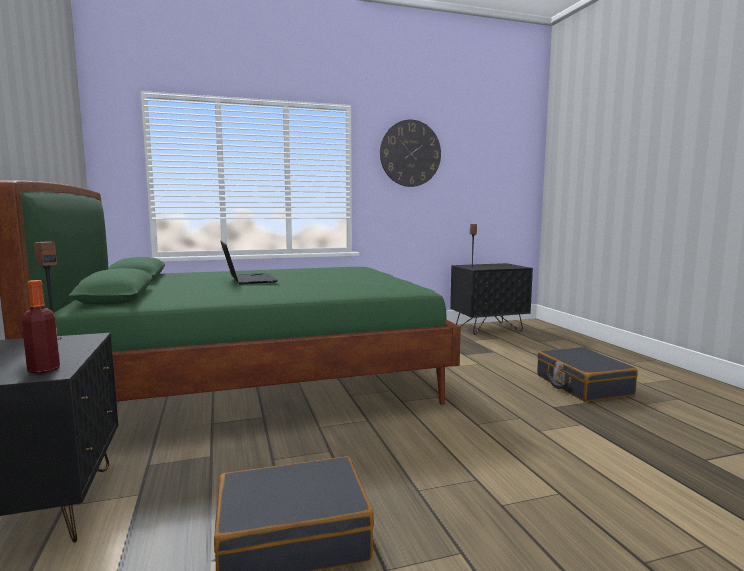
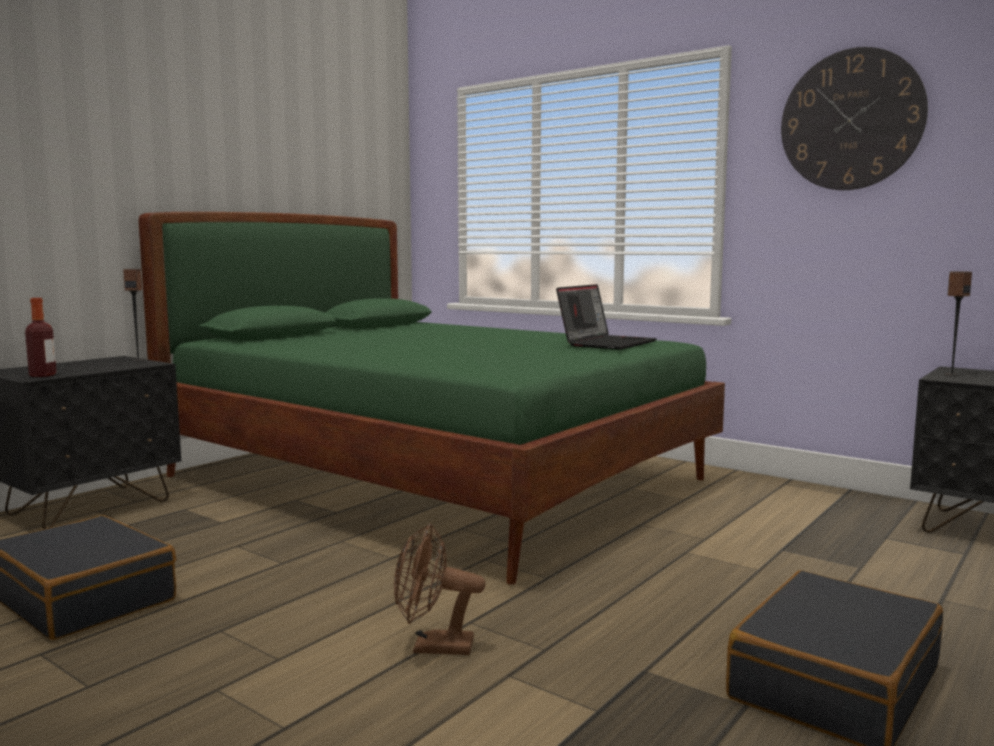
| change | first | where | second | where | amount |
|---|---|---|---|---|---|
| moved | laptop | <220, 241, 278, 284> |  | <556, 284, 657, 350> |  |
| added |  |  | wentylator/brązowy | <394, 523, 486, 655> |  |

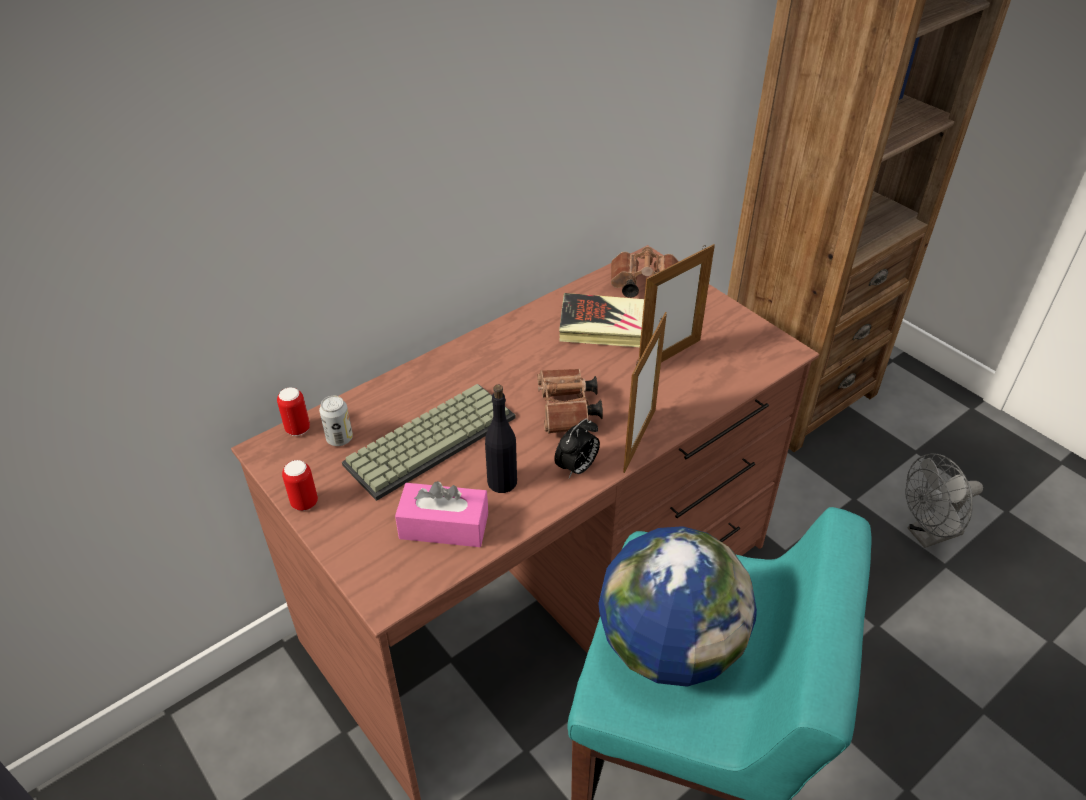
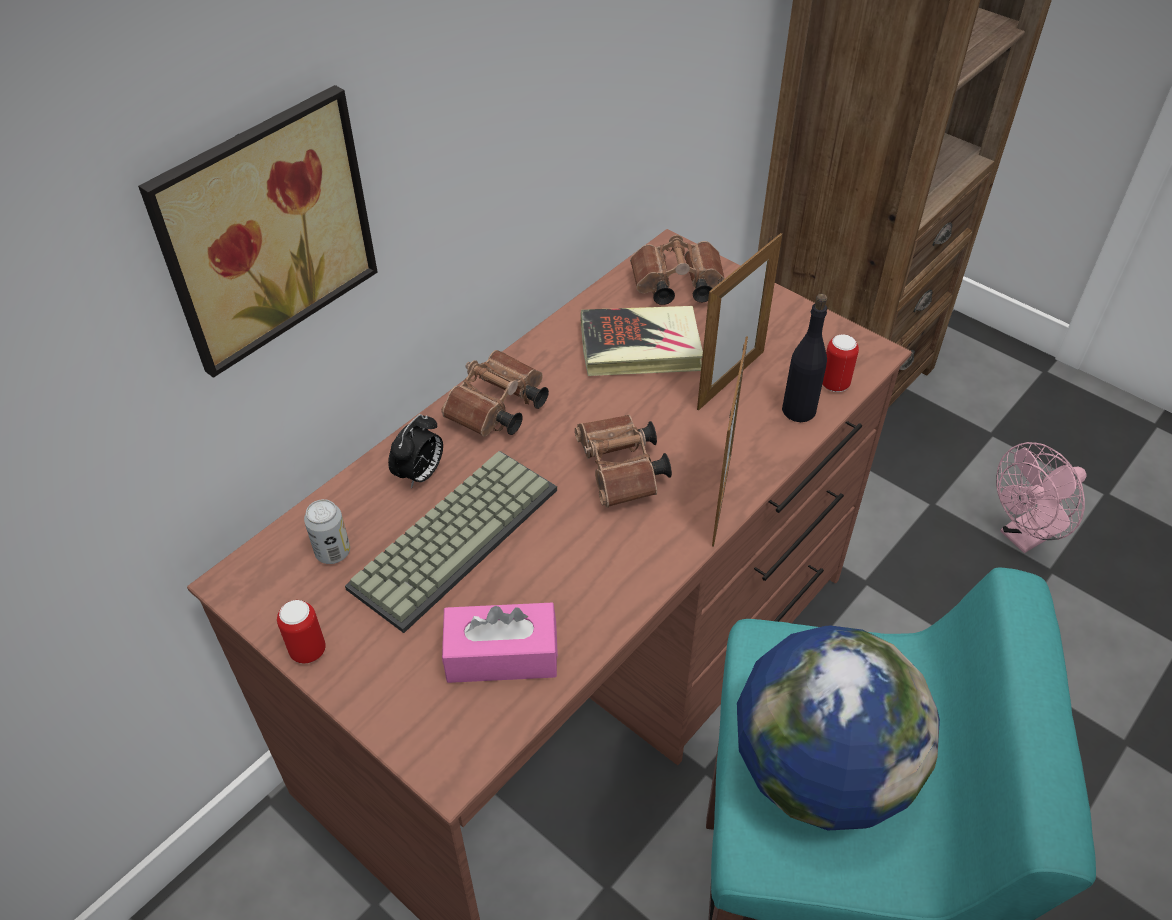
| change | first | where | second | where | amount |
|---|---|---|---|---|---|
| moved | butelka/czarny | <485, 385, 517, 493> |  | <782, 294, 827, 422> |  |
| moved | puszka | <277, 387, 310, 436> |  | <822, 334, 859, 392> |  |
| moved | budzik | <554, 418, 600, 478> |  | <388, 414, 443, 489> |  |
| recoloured | wentylator/szary | <905, 453, 983, 548> | wentylator/różowy | <996, 442, 1087, 553> |  |
| added |  |  | obraz | <138, 85, 378, 378> |  |
| added |  |  | lornetka/brązowy | <441, 350, 549, 437> |  |

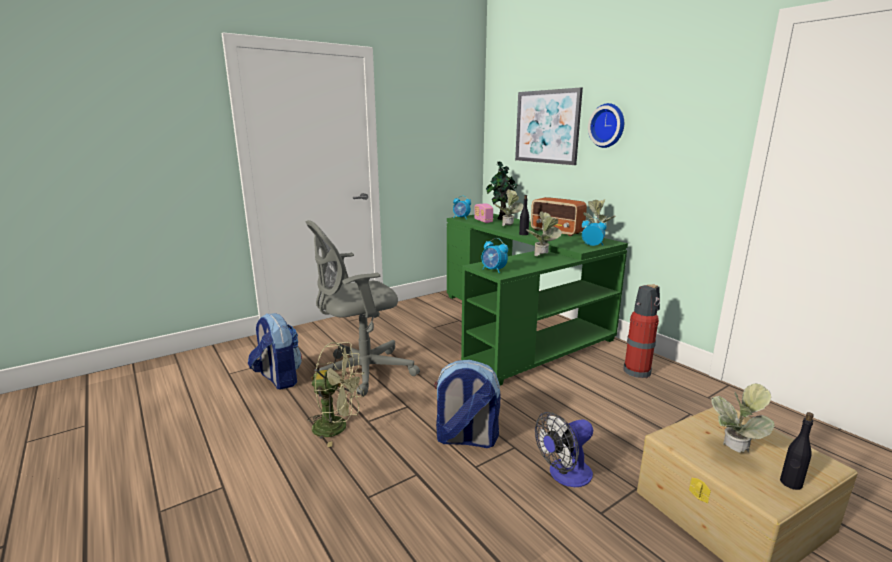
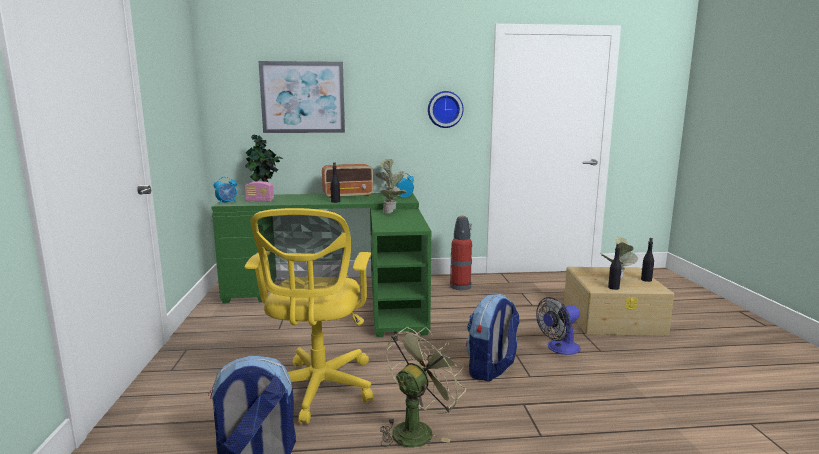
| change | first | where | second | where | amount |
|---|---|---|---|---|---|
| moved | zegar ścienny | <588, 103, 624, 148> |  | <428, 91, 464, 128> |  |
| removed | roślina doniczkowa | <494, 189, 524, 226> |  |  |  |
| recoloured | krzesło biurowe/szary | <306, 220, 420, 396> | krzesło biurowe/żółty | <245, 208, 374, 424> |  |
| removed | budzik | <481, 238, 508, 273> |  |  |  |
| turned | wentylator | <535, 412, 593, 487> |  | <536, 297, 581, 355> | 60 degrees clockwise |
| added |  |  | butelka/czarny | <608, 244, 621, 290> |  |

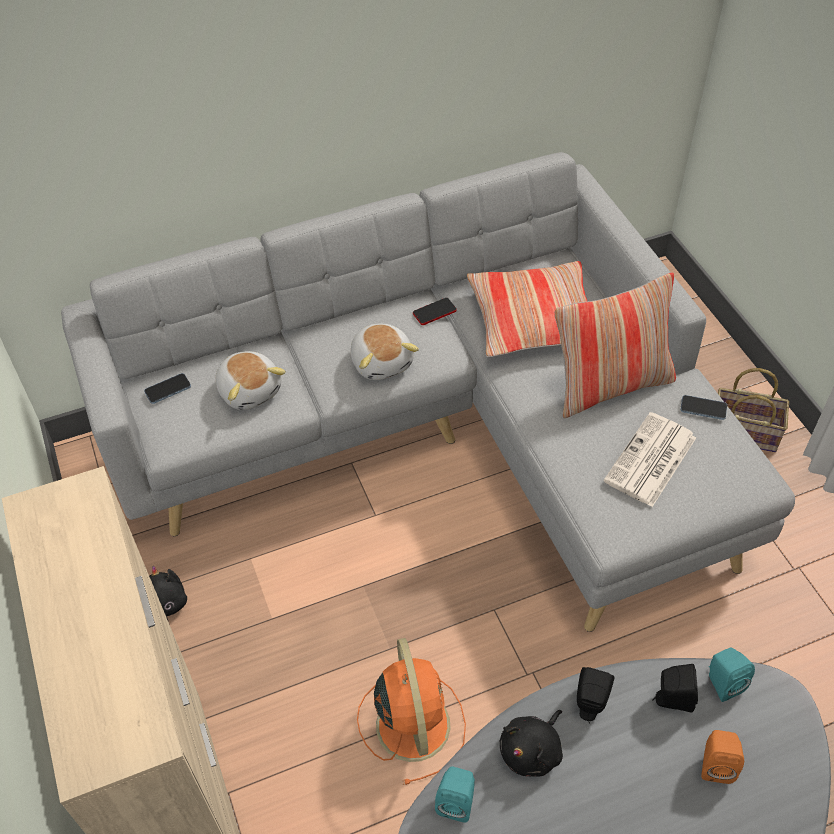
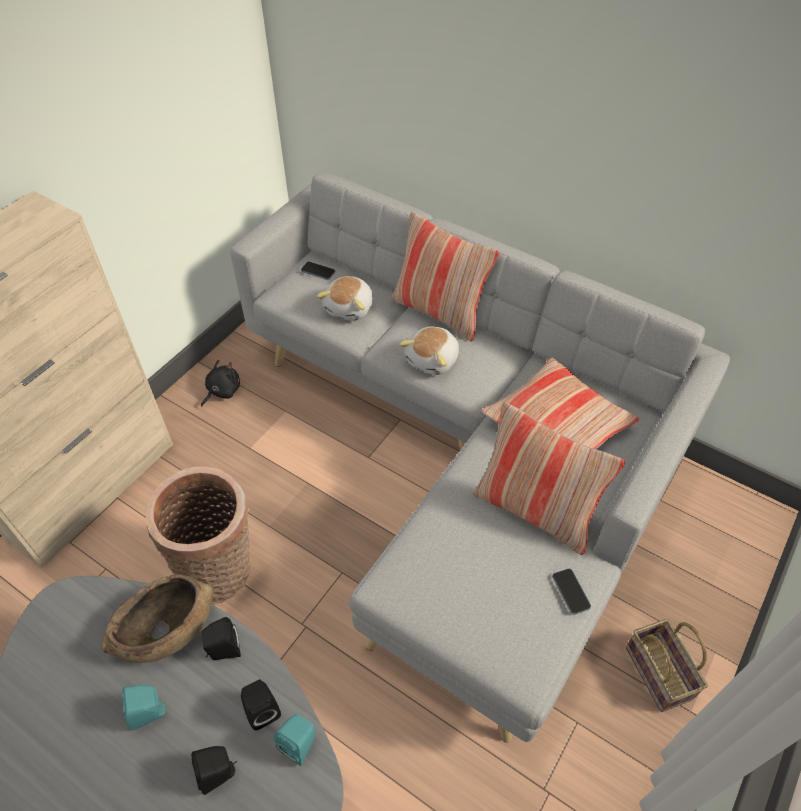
| change | first | where | second | where | amount |
|---|---|---|---|---|---|
| removed | telefon | <413, 298, 457, 325> |  |  |  |
| removed | gazeta | <603, 412, 696, 507> |  |  |  |
| replaced | wentylator/pomarańczowy | <357, 638, 466, 785> | koszyk | <146, 466, 251, 604> |  |
| replaced | pluszak/czarny | <499, 710, 563, 777> | miska/brązowy | <101, 574, 214, 663> |  |
| recoloured | głośnik/pomarańczowy | <701, 730, 744, 784> | głośnik/czarny | <191, 746, 237, 795> |  |
| moved | głośnik/turkusowy | <435, 766, 475, 823> |  | <122, 685, 168, 730> |  |
| added |  |  | poduszka | <391, 212, 499, 342> |  |

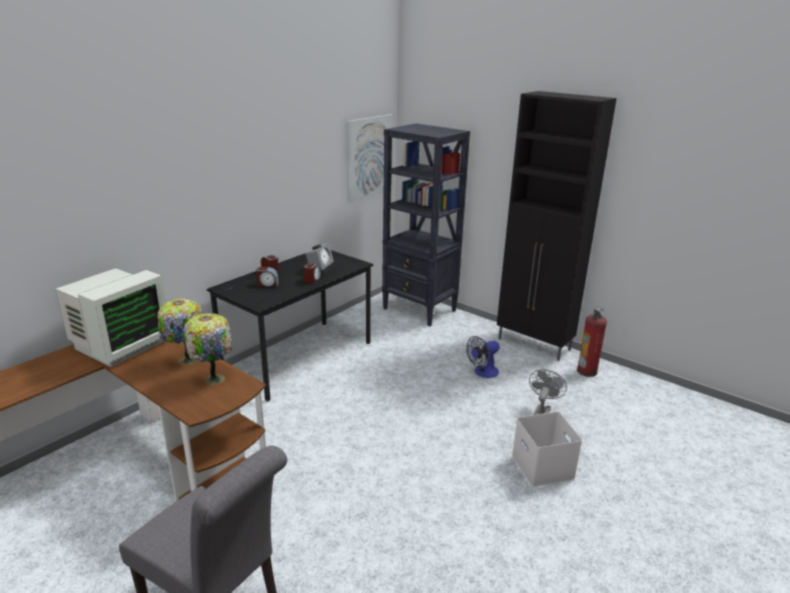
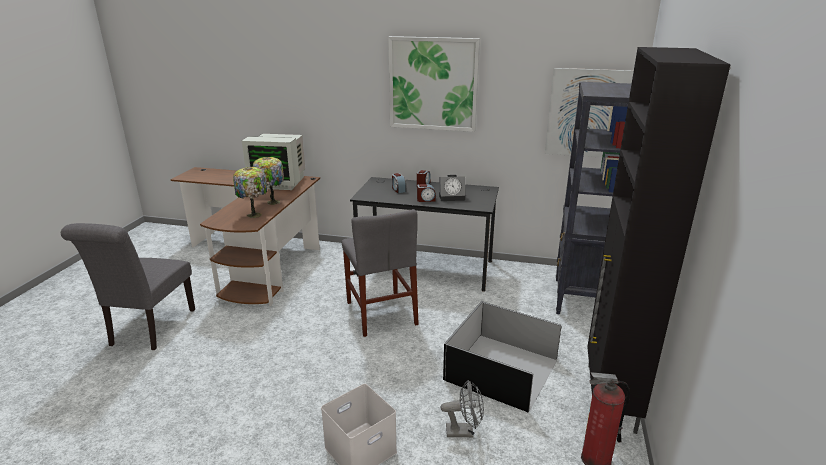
| change | first | where | second | where | amount |
|---|---|---|---|---|---|
| replaced | wentylator | <466, 336, 500, 378> | pojemnik do przechowywania/czarny | <443, 301, 562, 412> |  |
| added |  |  | obraz | <388, 36, 480, 132> |  |
| added |  |  | krzesło/szary | <342, 209, 419, 337> |  |

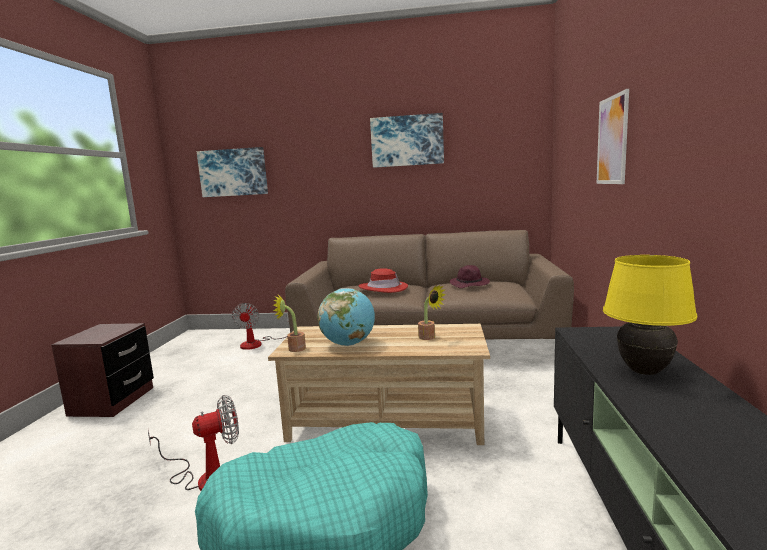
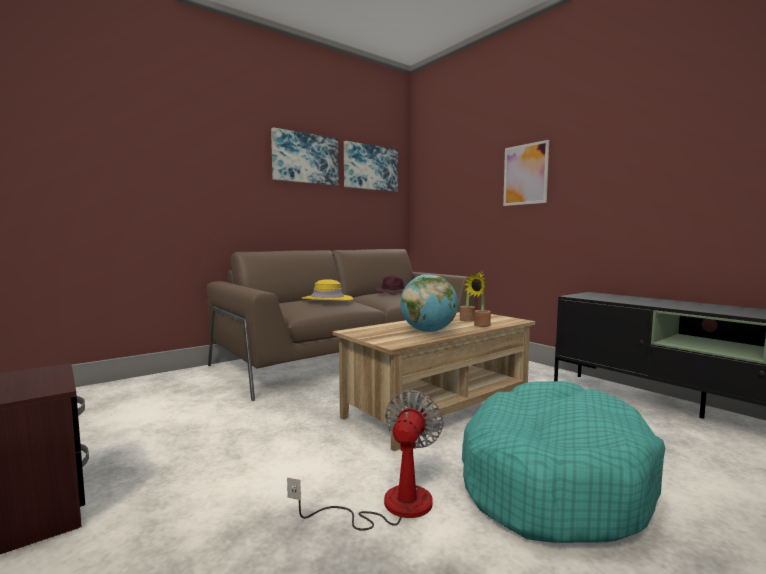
| change | first | where | second | where | amount |
|---|---|---|---|---|---|
| moved | obraz | <197, 147, 268, 197> |  | <344, 141, 398, 192> |  |
| removed | lampa stołowa/żółty | <603, 255, 697, 375> |  |  |  |
| recoloured | kapelusz/czerwony | <359, 268, 408, 293> | kapelusz/żółty | <302, 279, 353, 301> |  |
| moved | roślina doniczkowa | <273, 294, 306, 352> |  | <464, 274, 491, 327> |  |
| removed | wentylator | <232, 303, 289, 350> |  |  |  |

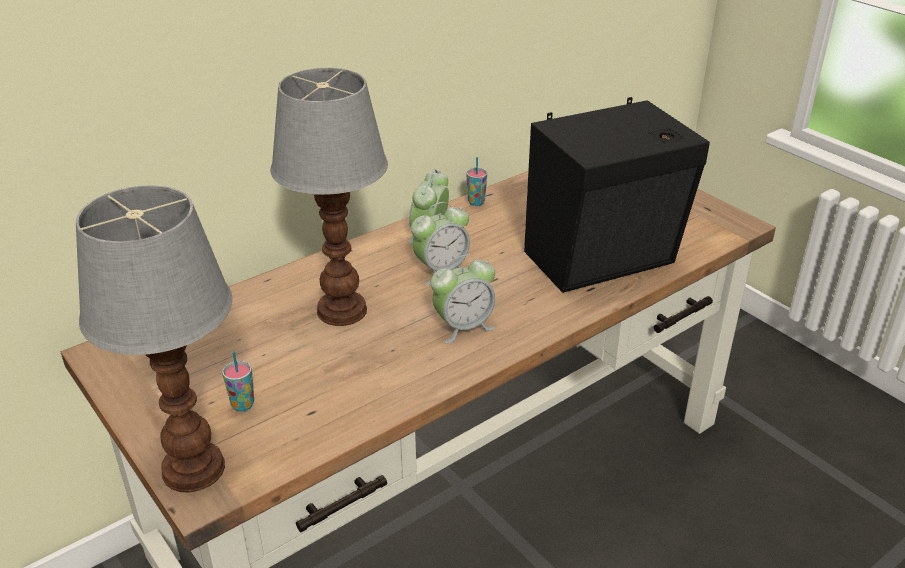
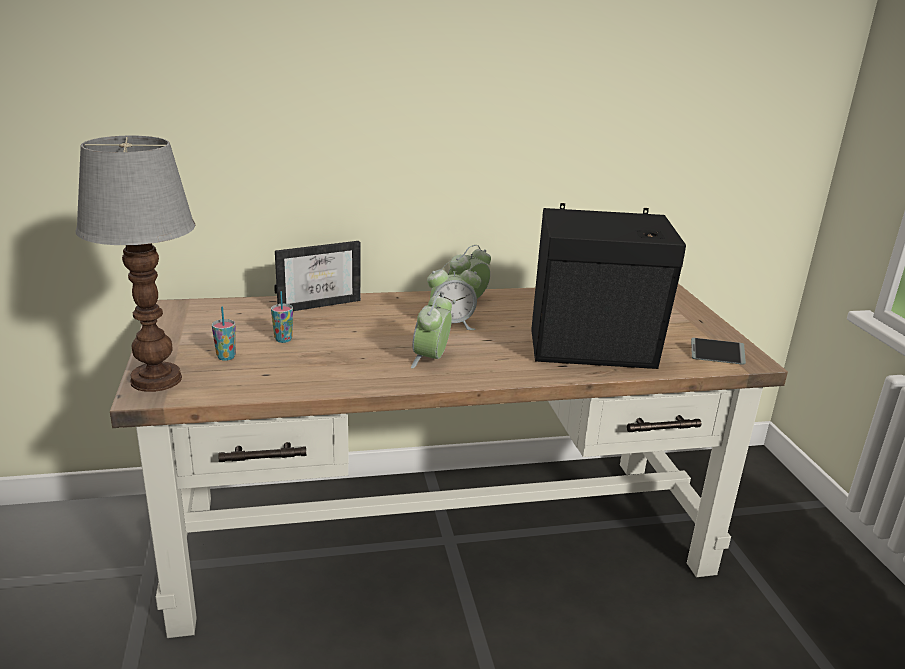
| change | first | where | second | where | amount |
|---|---|---|---|---|---|
| removed | lampa stołowa | <270, 68, 388, 326> |  |  |  |
| moved | filiżanka | <466, 157, 487, 206> |  | <271, 291, 293, 343> |  |
| turned | budzik | <431, 254, 495, 343> |  | <411, 292, 452, 369> | 105 degrees clockwise |
| added |  |  | ramka na zdjęcie | <274, 241, 361, 311> |  |
| added |  |  | telefon | <691, 338, 746, 365> |  |

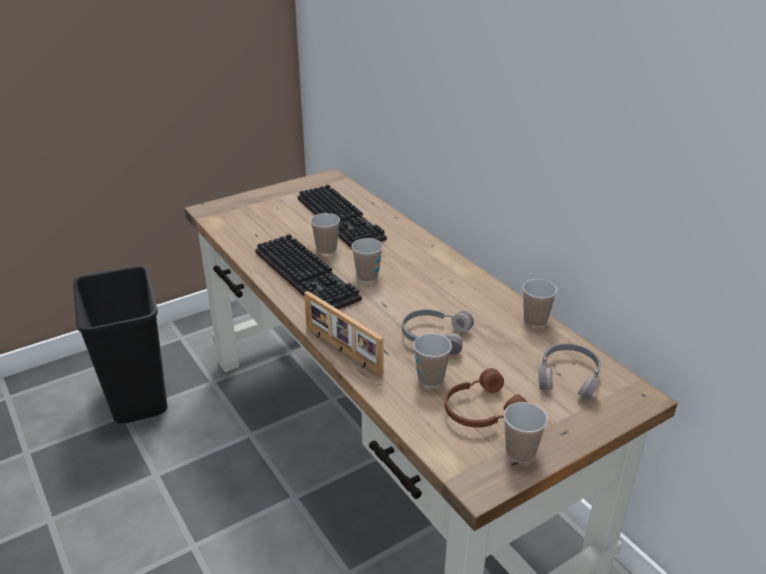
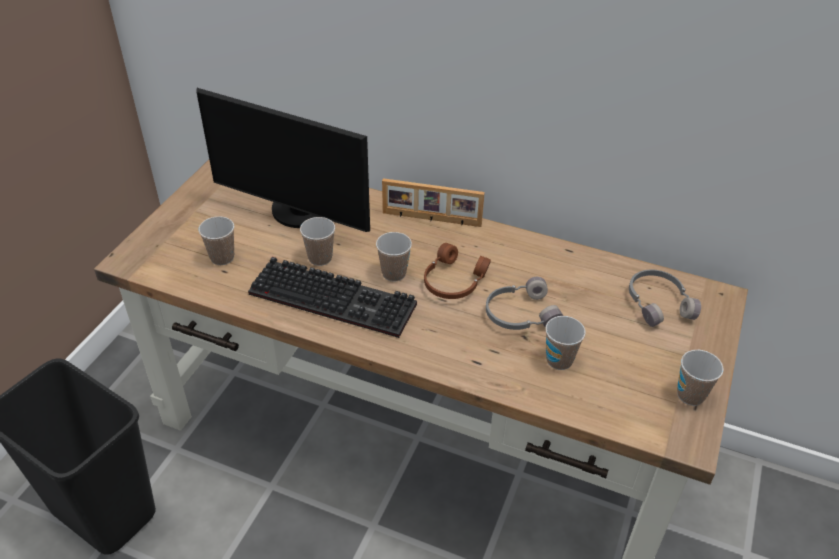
| change | first | where | second | where | amount |
|---|---|---|---|---|---|
| replaced | klawiatura | <298, 184, 387, 250> | monitor | <196, 88, 370, 232> |  |
| moved | filiżanka | <523, 279, 558, 327> |  | <198, 216, 234, 265> |  |
| moved | ramka na zdjęcie | <304, 291, 384, 377> |  | <382, 178, 485, 227> |  |
| moved | słuchawki/brązowy | <445, 368, 527, 428> |  | <424, 243, 491, 299> |  |

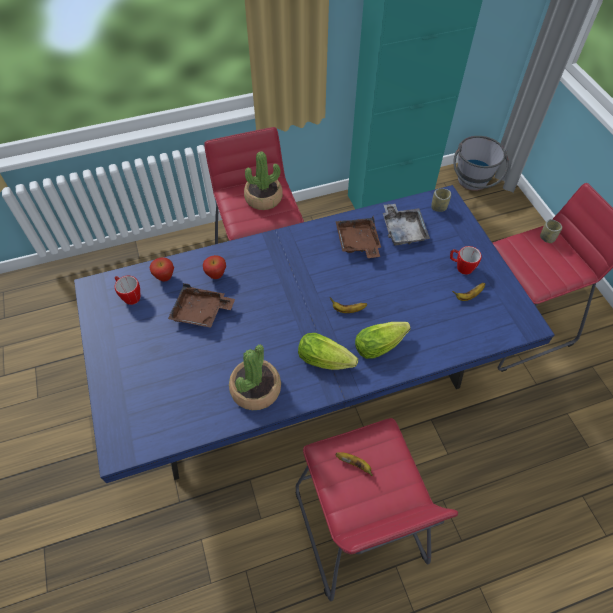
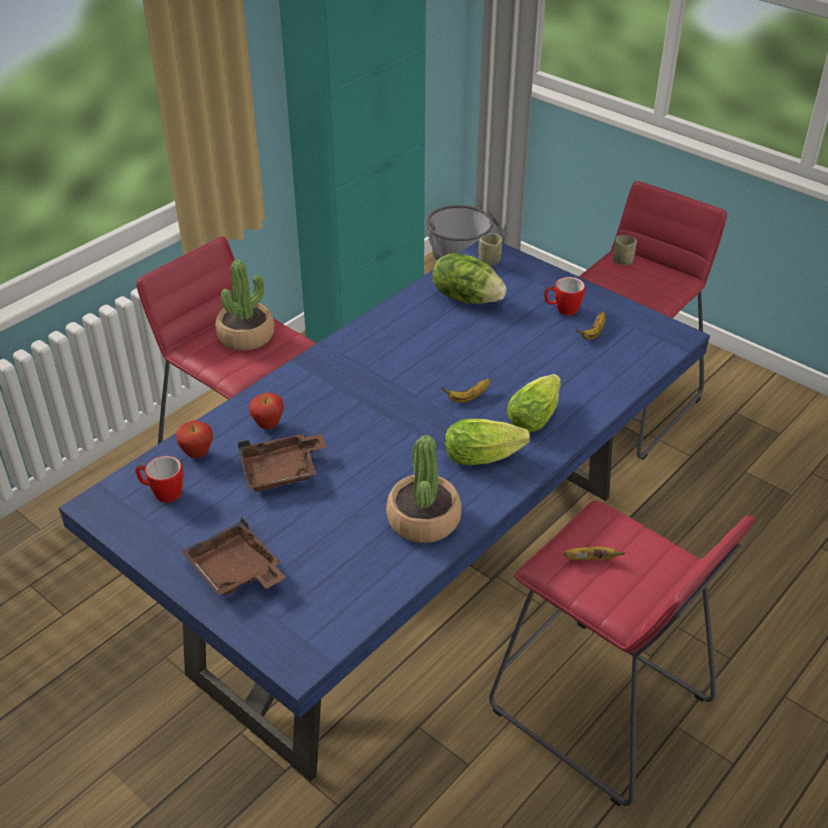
| change | first | where | second | where | amount |
|---|---|---|---|---|---|
| replaced | taca/szary | <383, 204, 430, 246> | sałata | <432, 253, 507, 304> |  |
| moved | taca/brązowy | <335, 216, 381, 258> |  | <181, 516, 286, 595> |  |

